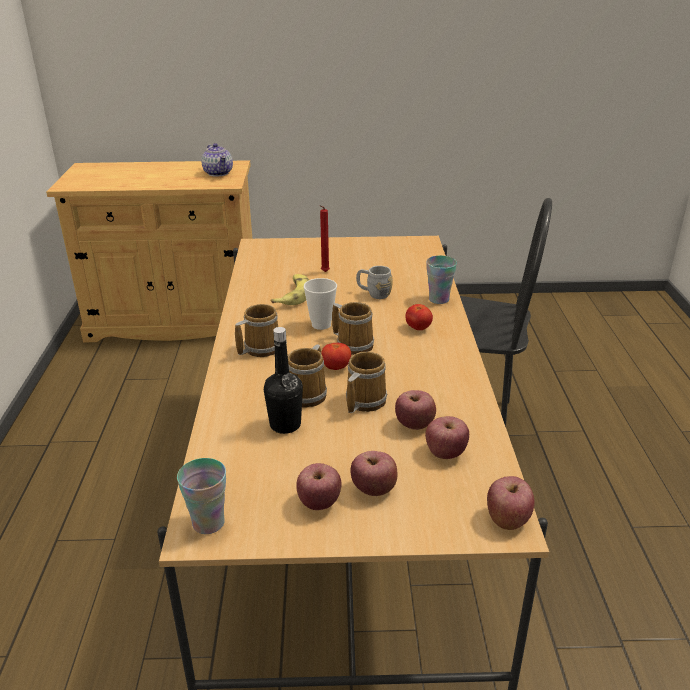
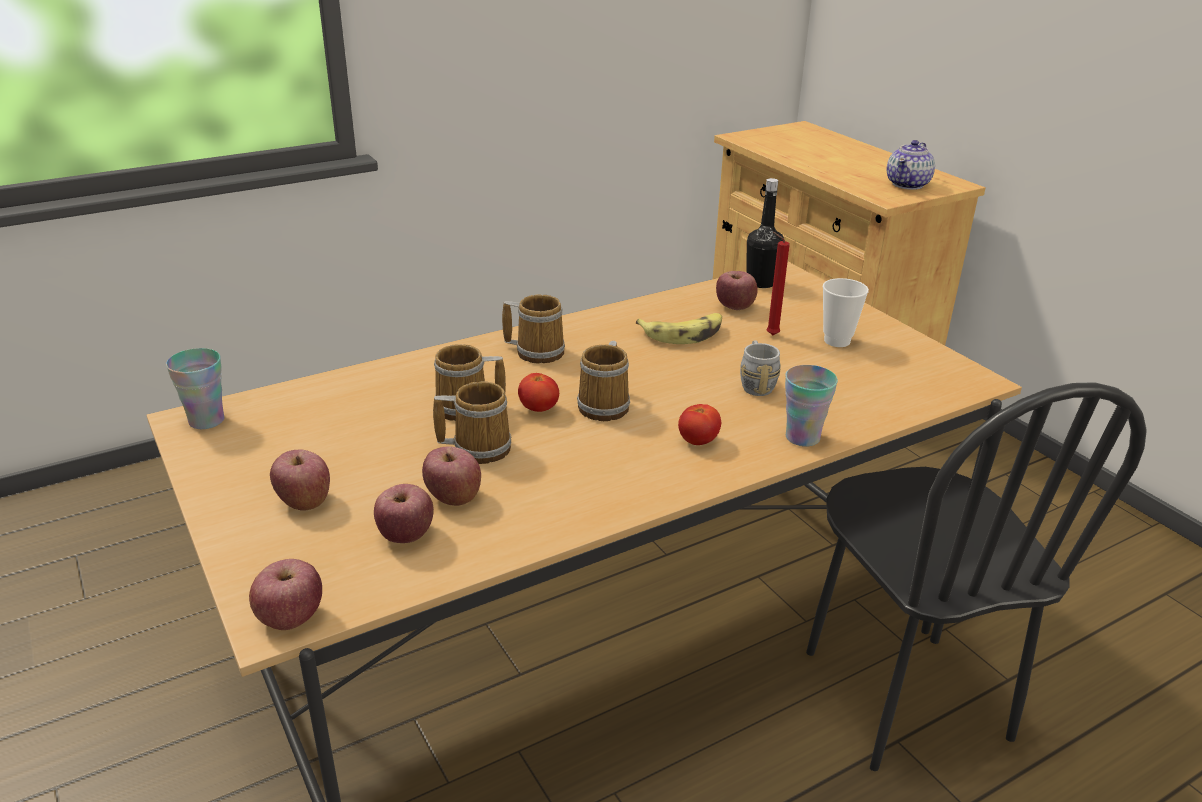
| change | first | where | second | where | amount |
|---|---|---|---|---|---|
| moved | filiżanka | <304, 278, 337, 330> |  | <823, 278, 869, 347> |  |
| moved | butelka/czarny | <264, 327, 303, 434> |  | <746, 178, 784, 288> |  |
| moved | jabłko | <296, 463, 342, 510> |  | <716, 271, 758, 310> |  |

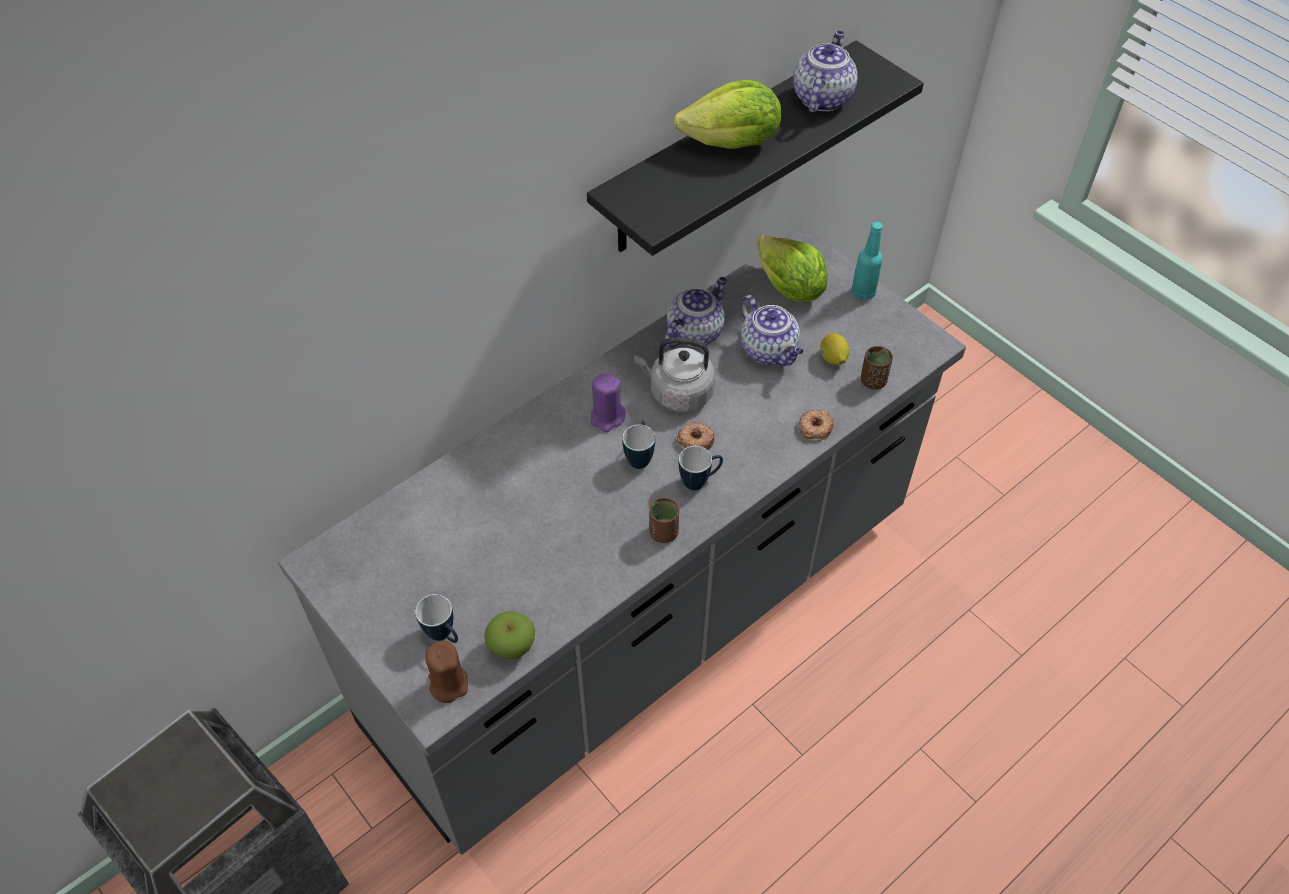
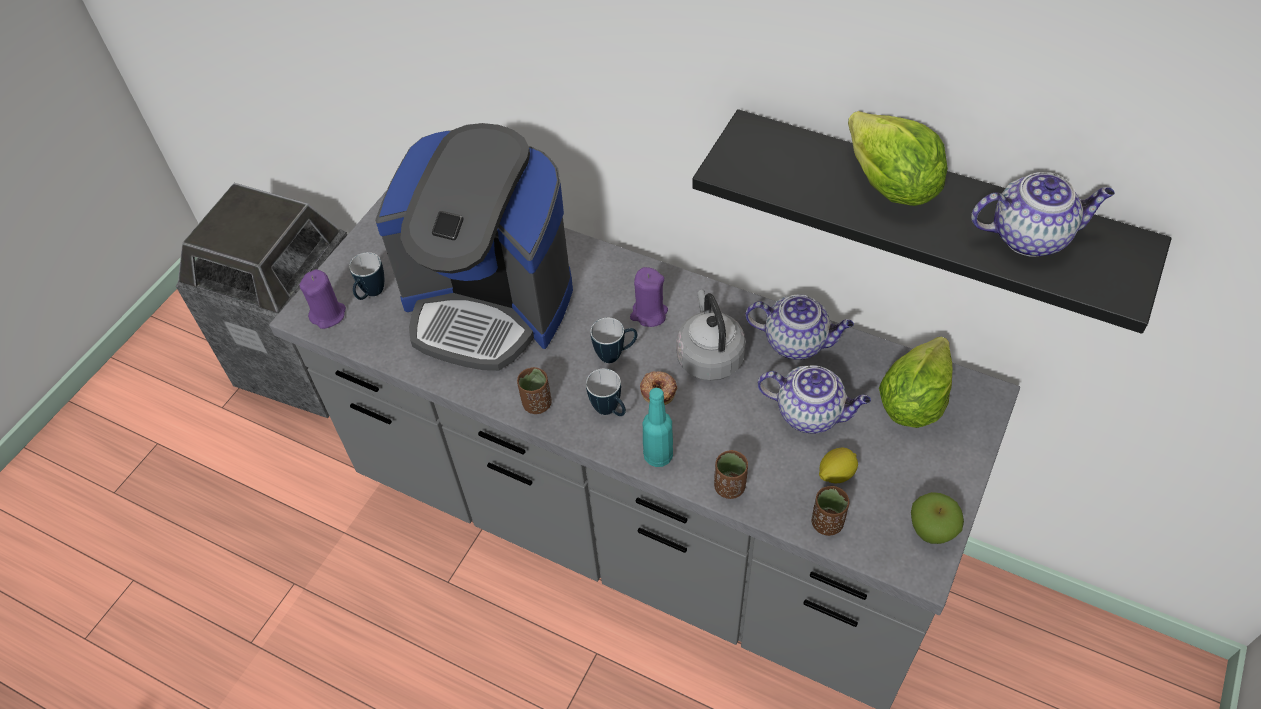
| change | first | where | second | where | amount |
|---|---|---|---|---|---|
| moved | butelka/turkusowy | <852, 222, 883, 301> |  | <642, 388, 673, 467> |  |
| turned | imbryk | <740, 295, 804, 366> |  | <758, 365, 871, 434> | 105 degrees counterclockwise |
| replaced | donut | <798, 410, 834, 441> | filiżanka/brązowy | <714, 450, 748, 499> |  |
| moved | jabłko | <484, 611, 535, 660> |  | <911, 492, 964, 544> |  |
| recoloured | świeca/brązowy | <425, 641, 468, 703> | świeca/fioletowy | <299, 269, 346, 329> |  |
| added |  |  | ekspres do kawy | <375, 123, 573, 371> |  |

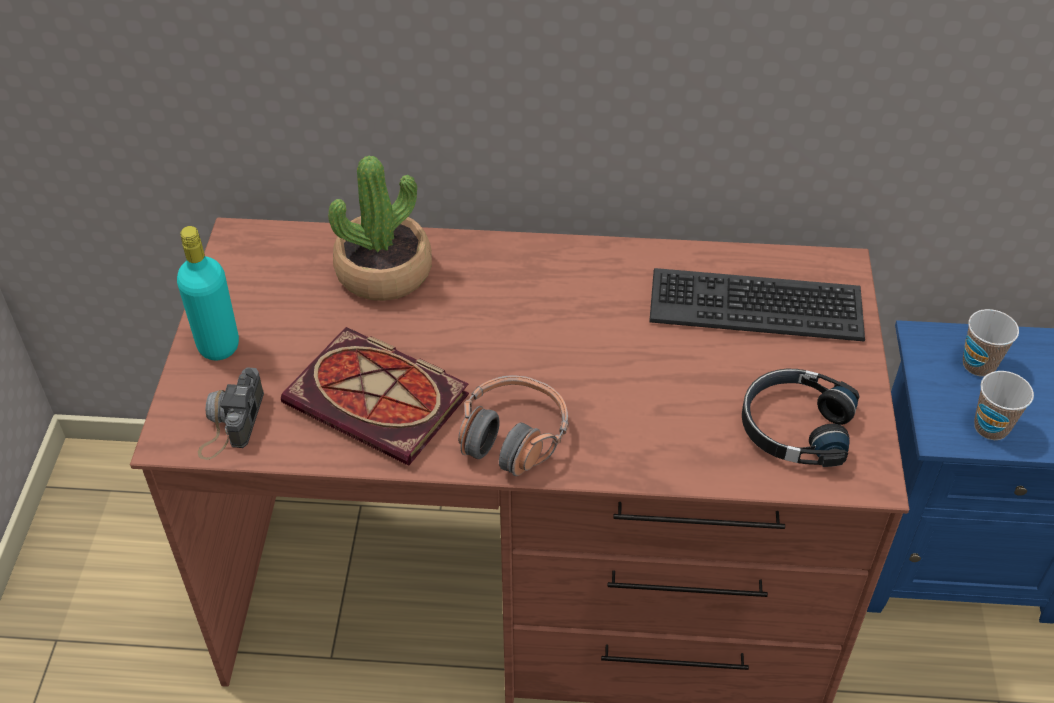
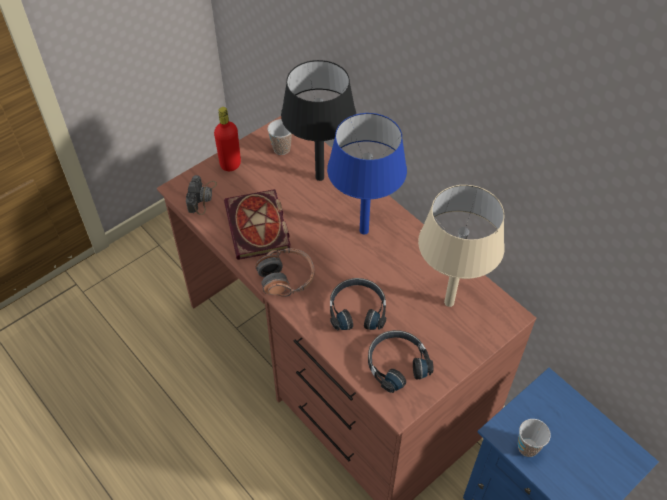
| change | first | where | second | where | amount |
|---|---|---|---|---|---|
| replaced | roślina doniczkowa | <328, 155, 432, 301> | lampa stołowa/czarny | <281, 60, 356, 181> |  |
| recoloured | butelka/turkusowy | <177, 226, 239, 360> | butelka/czerwony | <214, 107, 241, 171> |  |
| replaced | klawiatura | <649, 268, 865, 341> | lampa stołowa/beżowy | <418, 185, 505, 307> |  |
| moved | filiżanka | <963, 309, 1019, 377> |  | <267, 119, 292, 155> |  |
| turned | aparat fotograficzny | <198, 367, 264, 460> |  | <186, 175, 217, 215> | 135 degrees clockwise |
| added |  |  | lampa stołowa/niebieski | <327, 113, 407, 235> |  |
| added |  |  | słuchawki/czarny | <330, 278, 387, 330> |  |

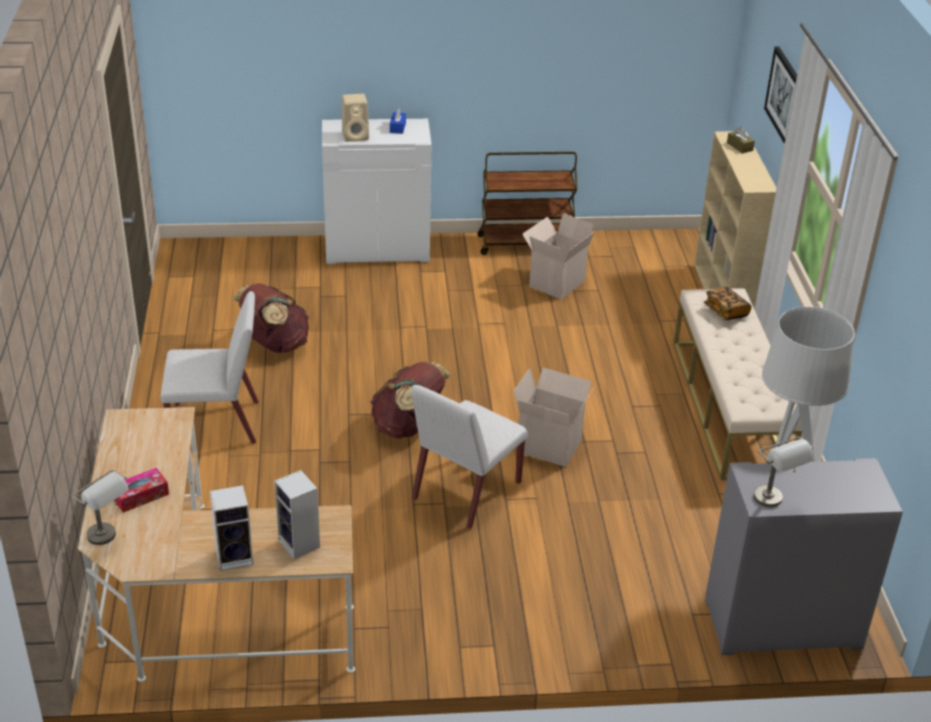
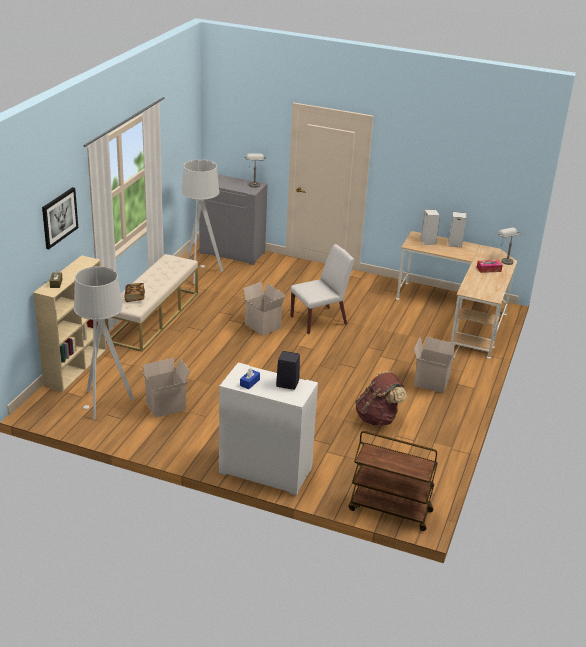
| change | first | where | second | where | amount |
|---|---|---|---|---|---|
| recoloured | głośnik/beżowy | <342, 94, 369, 142> | głośnik/czarny | <276, 351, 300, 390> |  |
| moved | wózek/brązowy | <477, 152, 577, 255> |  | <349, 431, 438, 531> |  |
| replaced | krzesło/biały | <161, 291, 259, 444> | karton | <414, 337, 459, 393> |  |
| removed | plecak/brązowy | <370, 362, 451, 438> |  |  |  |
| added |  |  | lampa stojąca/szary | <74, 266, 134, 419> |  |

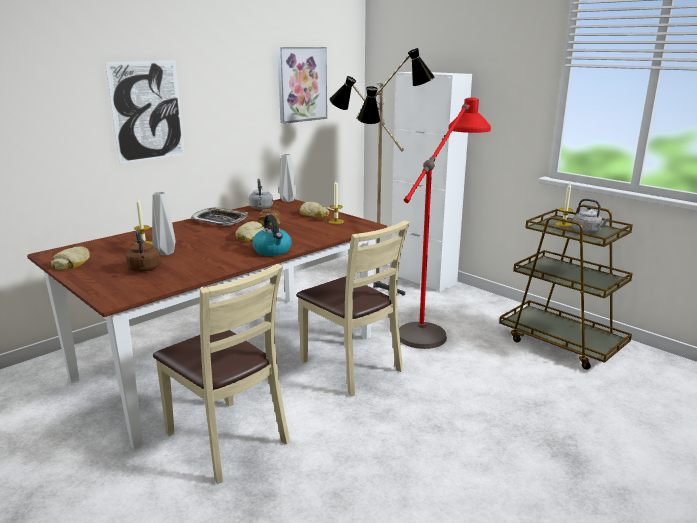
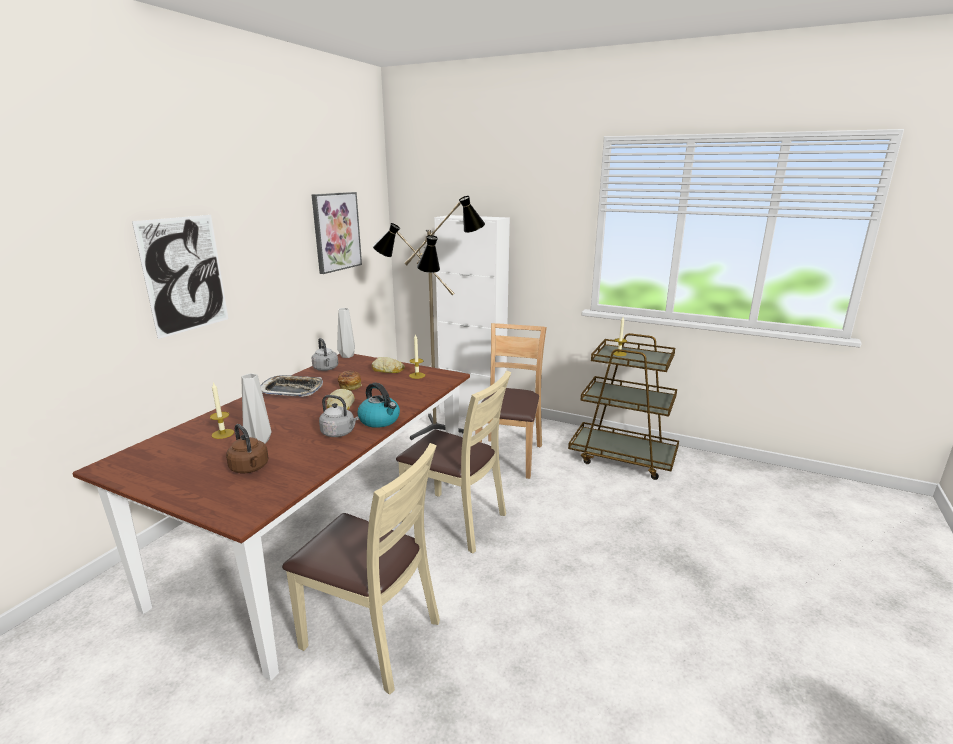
| change | first | where | second | where | amount |
|---|---|---|---|---|---|
| replaced | lampa stojąca/czerwony | <399, 98, 491, 349> | krzesło/brązowy | <475, 323, 547, 479> |  |
| moved | czajnik/szary | <572, 199, 610, 233> |  | <319, 395, 359, 437> |  |
| removed | chleb | <51, 246, 90, 270> |  |  |  |

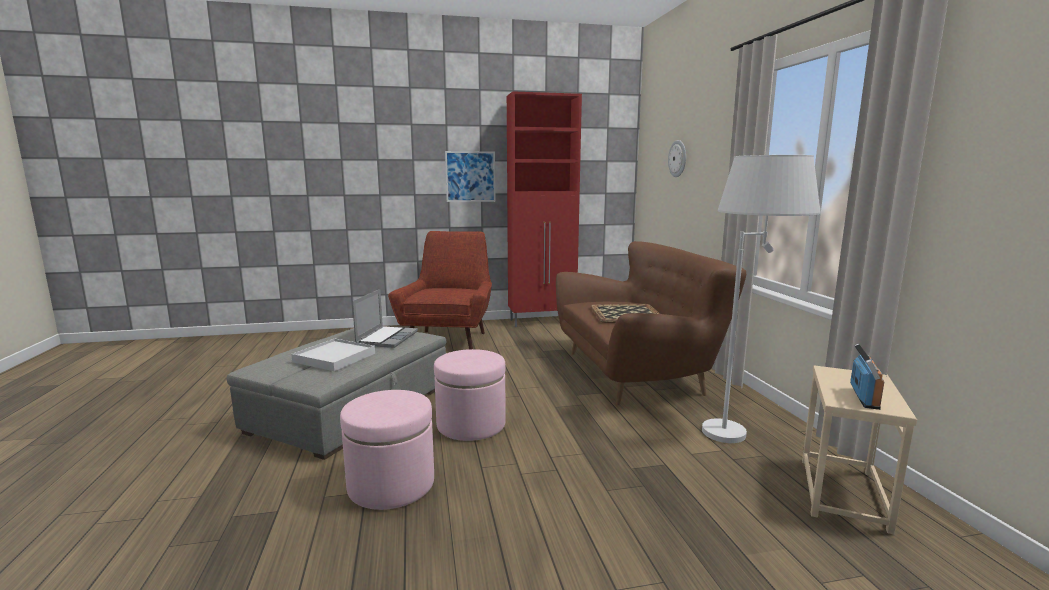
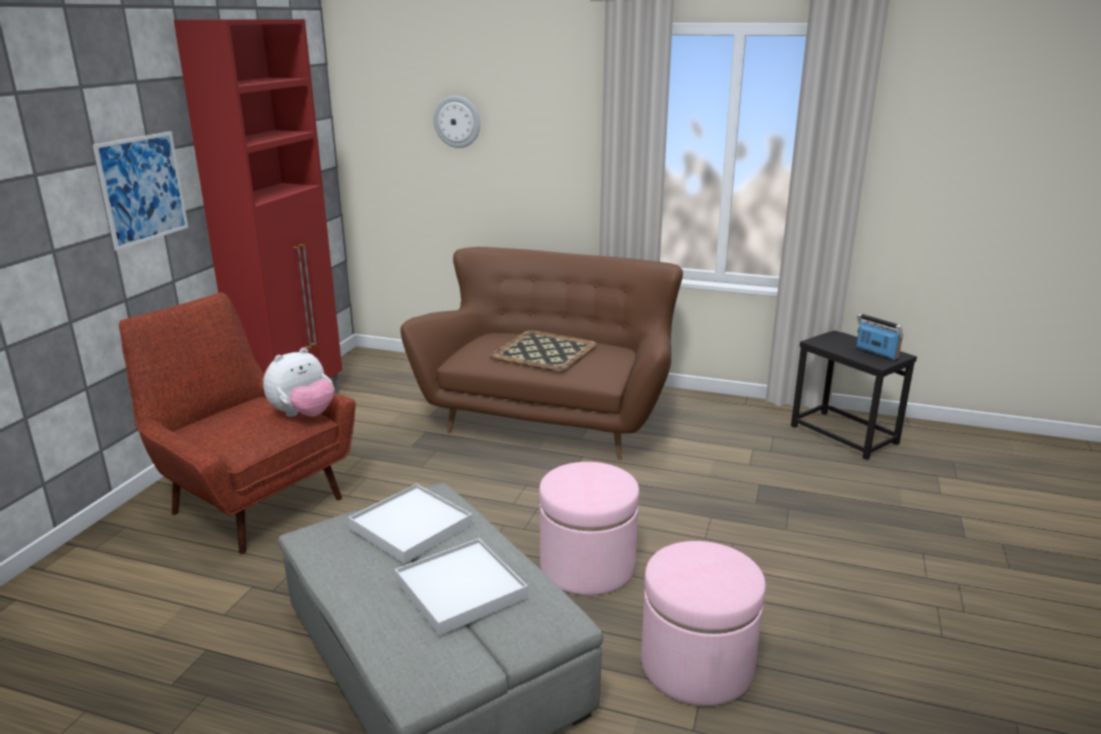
| change | first | where | second | where | amount |
|---|---|---|---|---|---|
| removed | lampa stojąca/biały | <702, 155, 821, 443> |  |  |  |
| replaced | laptop | <352, 289, 418, 348> | taca/biały | <349, 484, 472, 564> |  |
| recoloured | stolik/beżowy | <802, 365, 917, 535> | stolik/czarny | <791, 331, 917, 460> |  |
| added |  |  | pluszak | <263, 347, 335, 417> |  |

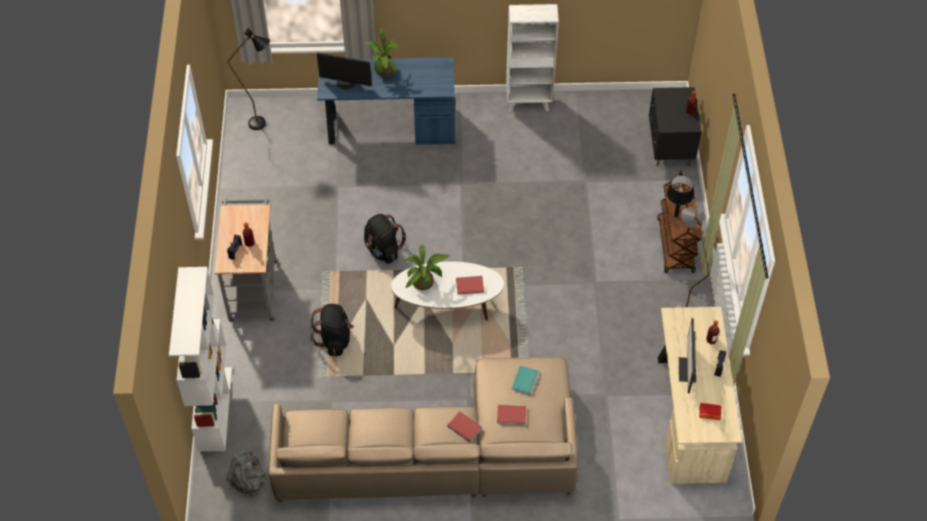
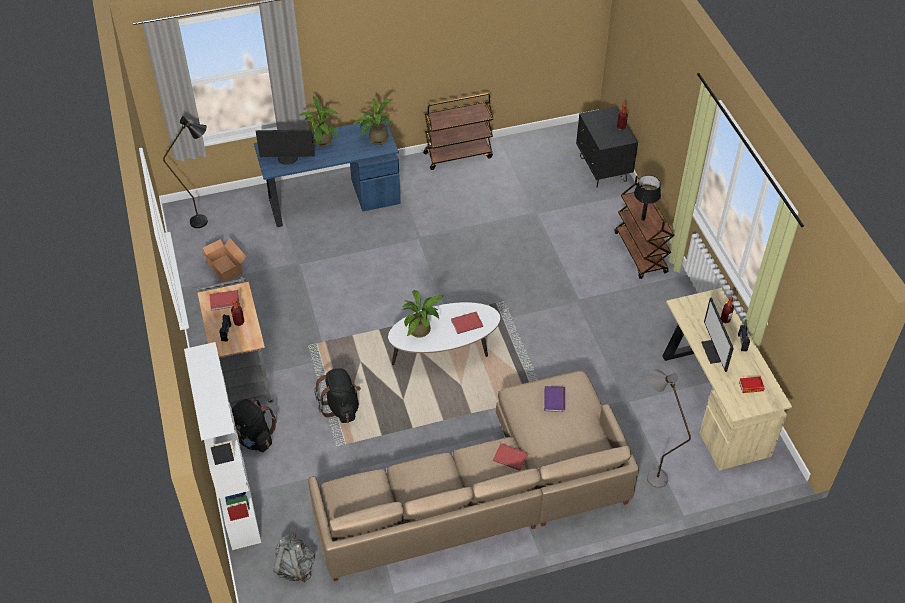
| change | first | where | second | where | amount |
|---|---|---|---|---|---|
| replaced | regał/biały | <506, 4, 559, 112> | wózek/brązowy | <423, 93, 493, 170> |  |
| moved | lampa stojąca/szary | <677, 207, 710, 308> |  | <647, 369, 691, 488> |  |
| moved | plecak/czarny | <364, 214, 406, 264> |  | <232, 398, 276, 452> |  |
| recoloured | książka/turkusowy | <512, 365, 539, 395> | książka/fioletowy | <544, 386, 565, 412> |  |
| moved | książka/czerwony | <497, 405, 526, 425> |  | <209, 290, 240, 311> |  |
| added |  |  | roślina doniczkowa | <353, 99, 392, 145> |  |
| added |  |  | karton | <201, 238, 246, 282> |  |

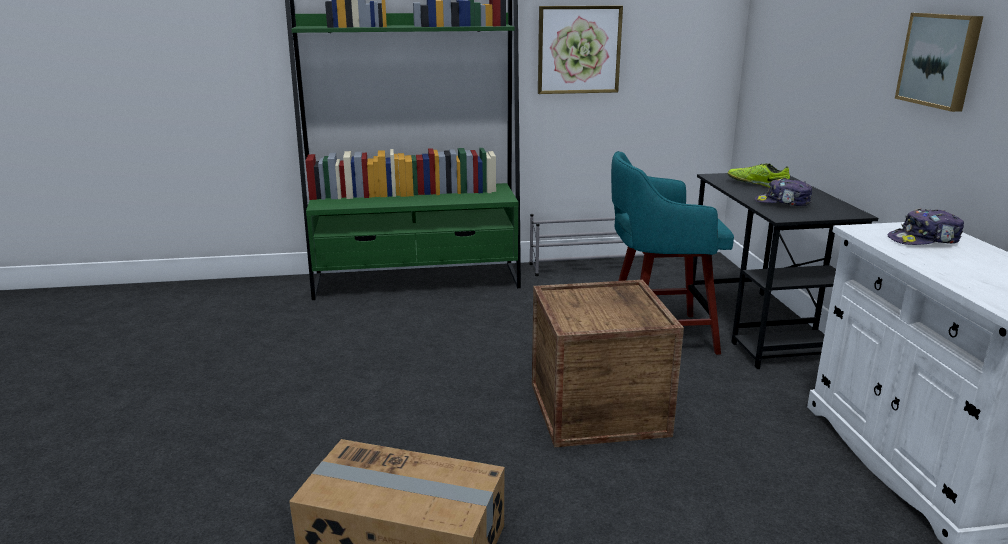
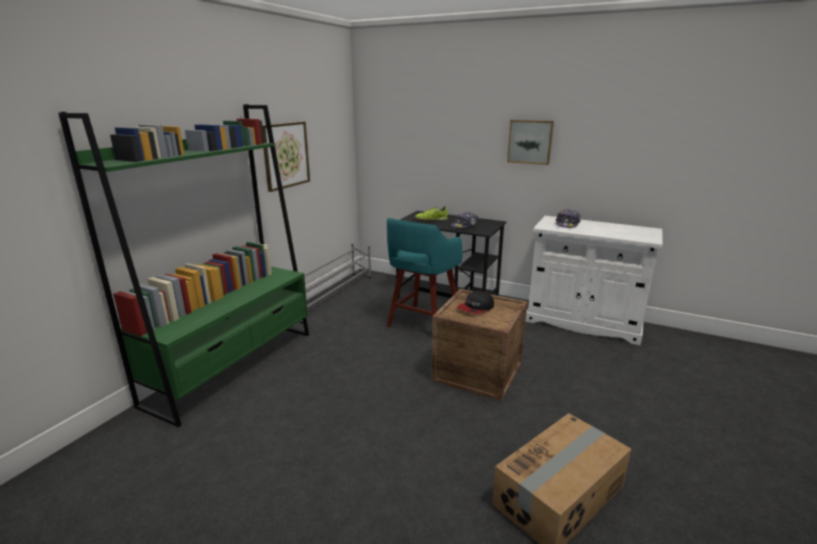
| change | first | where | second | where | amount |
|---|---|---|---|---|---|
| added |  |  | czapka z daszkiem | <457, 291, 494, 314> |  |

